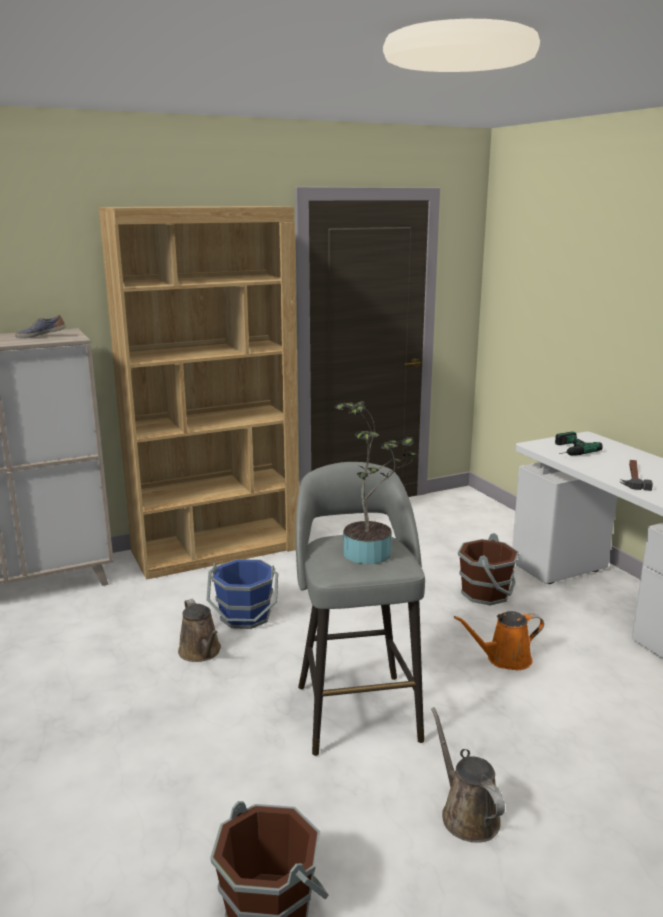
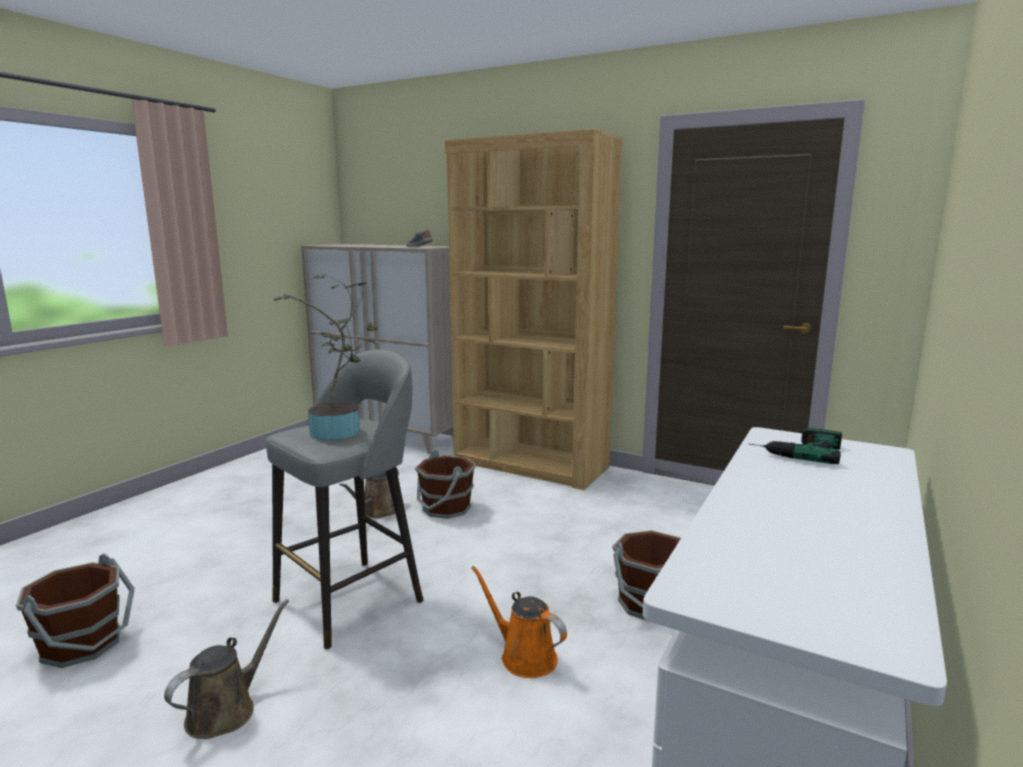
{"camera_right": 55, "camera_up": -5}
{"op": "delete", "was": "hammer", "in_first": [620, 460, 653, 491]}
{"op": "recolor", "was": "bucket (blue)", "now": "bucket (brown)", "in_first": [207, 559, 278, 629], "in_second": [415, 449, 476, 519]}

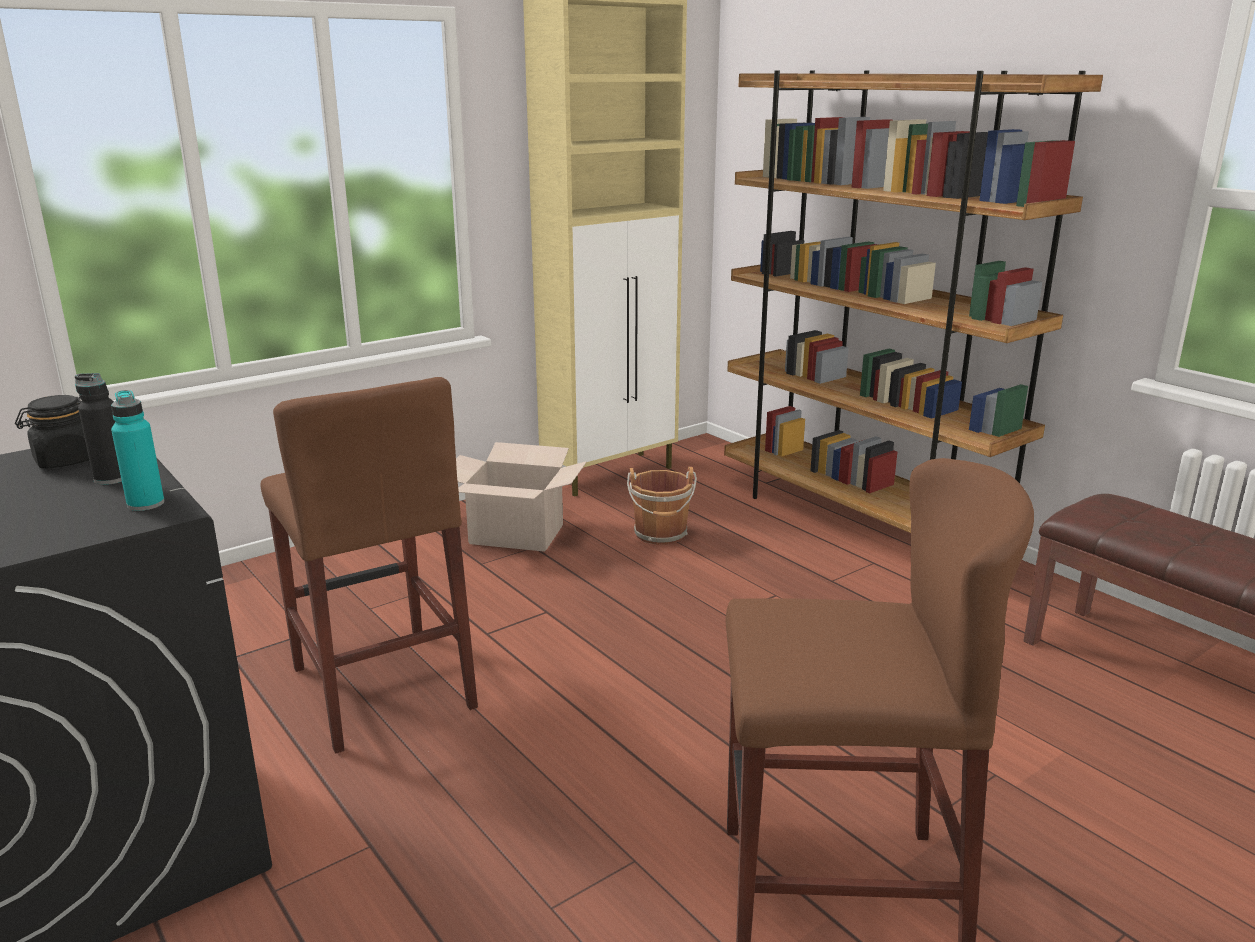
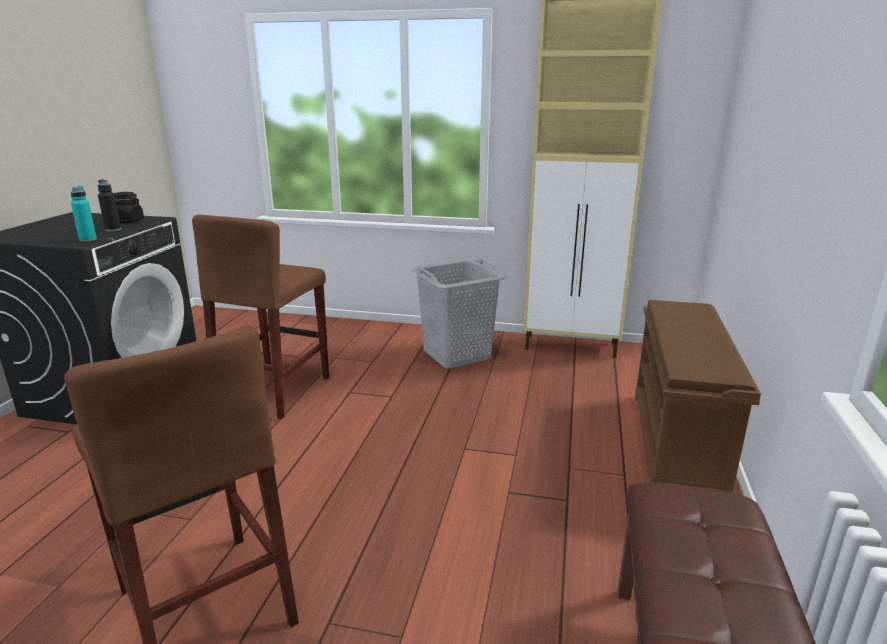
{"camera_right": 50, "camera_up": 0}
{"op": "replace", "was": "bookcase (brown)", "now": "shoe rack (brown)", "in_first": [724, 70, 1103, 533], "in_second": [635, 300, 761, 492]}
{"op": "replace", "was": "cardboard box", "now": "laundry basket (grey)", "in_first": [456, 442, 587, 552], "in_second": [411, 259, 506, 369]}
{"op": "delete", "was": "bucket (brown)", "in_first": [627, 467, 697, 545]}

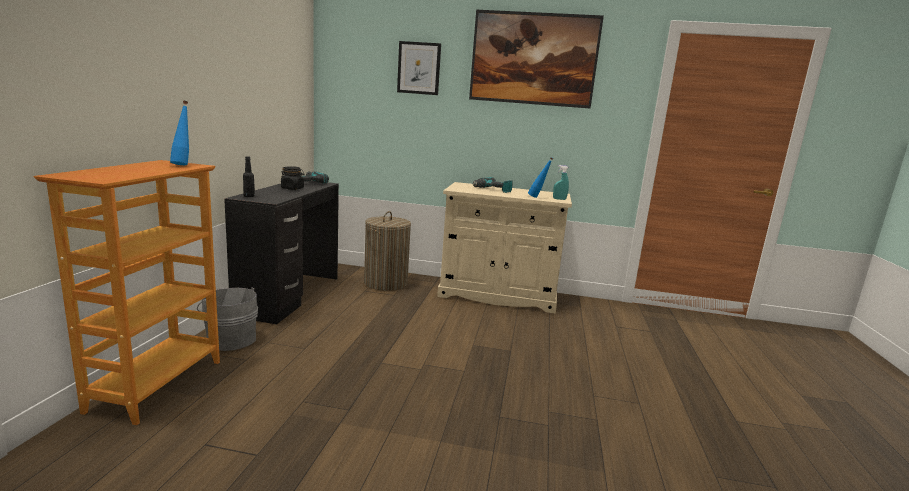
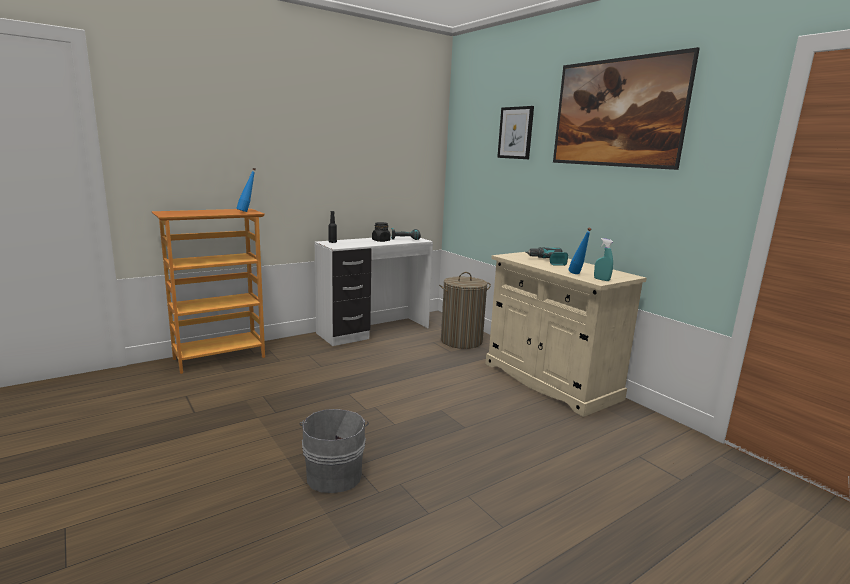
{"camera_right": 45, "camera_up": 0}
{"op": "recolor", "was": "desk (black)", "now": "desk (white)", "in_first": [224, 181, 339, 325], "in_second": [315, 236, 433, 346]}
{"op": "move", "was": "bucket (grey)", "in_first": [197, 288, 258, 351], "in_second": [299, 409, 369, 493]}

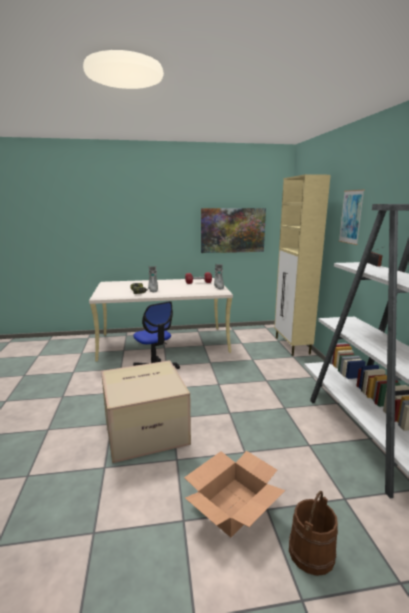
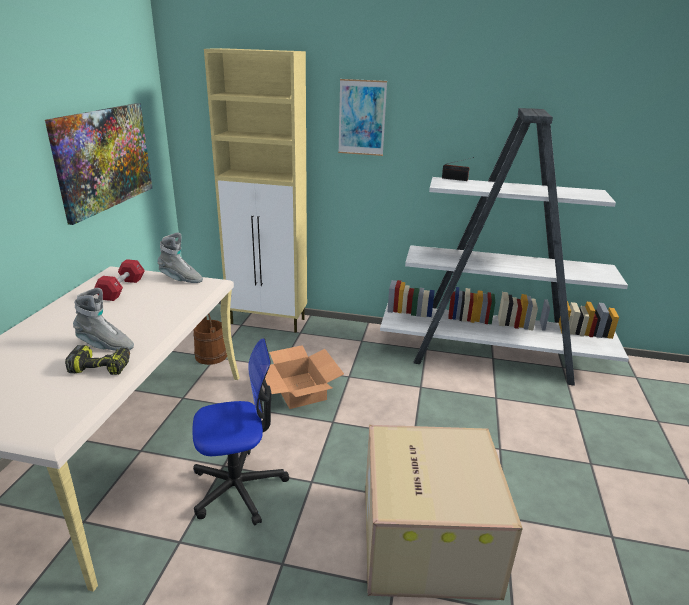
{"camera_right": -70, "camera_up": 10}
{"op": "move", "was": "cardboard box", "in_first": [184, 451, 285, 537], "in_second": [265, 345, 344, 409]}
{"op": "move", "was": "bucket (brown)", "in_first": [289, 491, 338, 576], "in_second": [193, 313, 227, 365]}

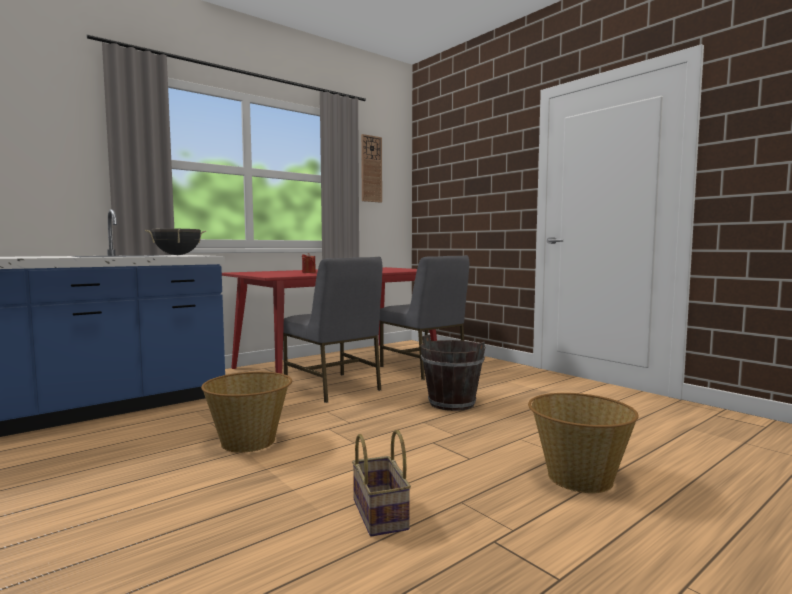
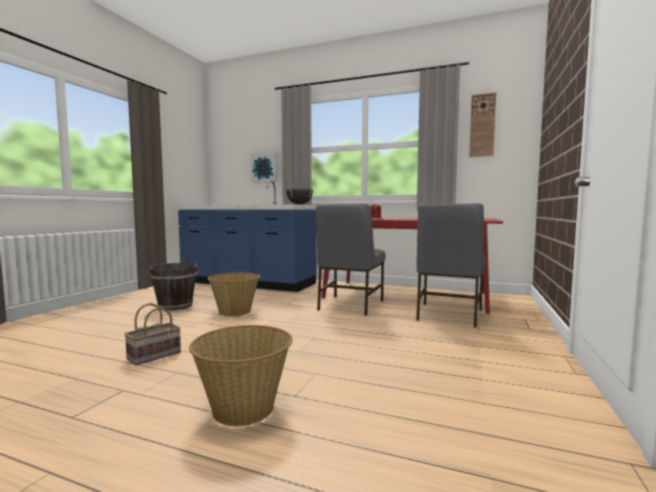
{"camera_right": 60, "camera_up": 0}
{"op": "move", "was": "bucket (brown)", "in_first": [420, 335, 486, 411], "in_second": [149, 258, 198, 310]}
{"op": "insert", "now": "picture", "in_second": [251, 152, 278, 183]}

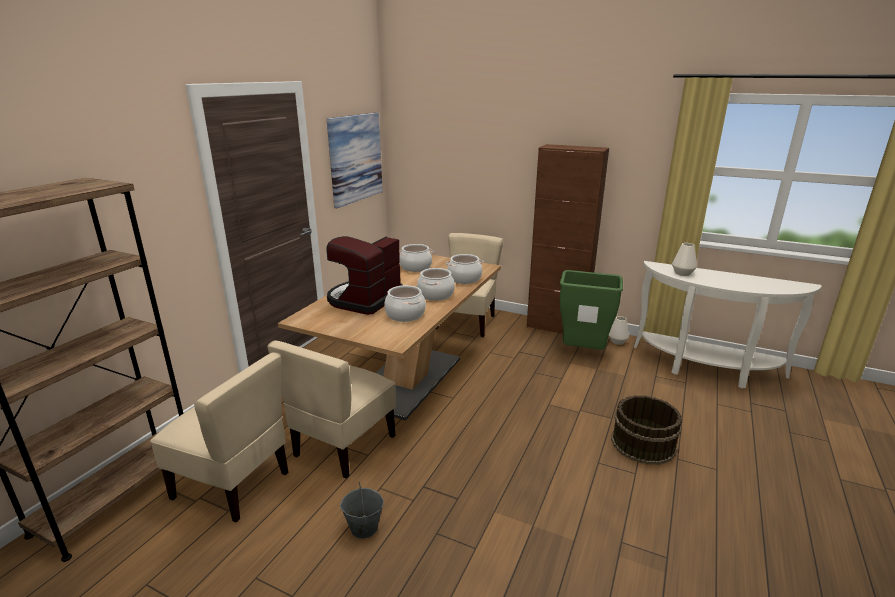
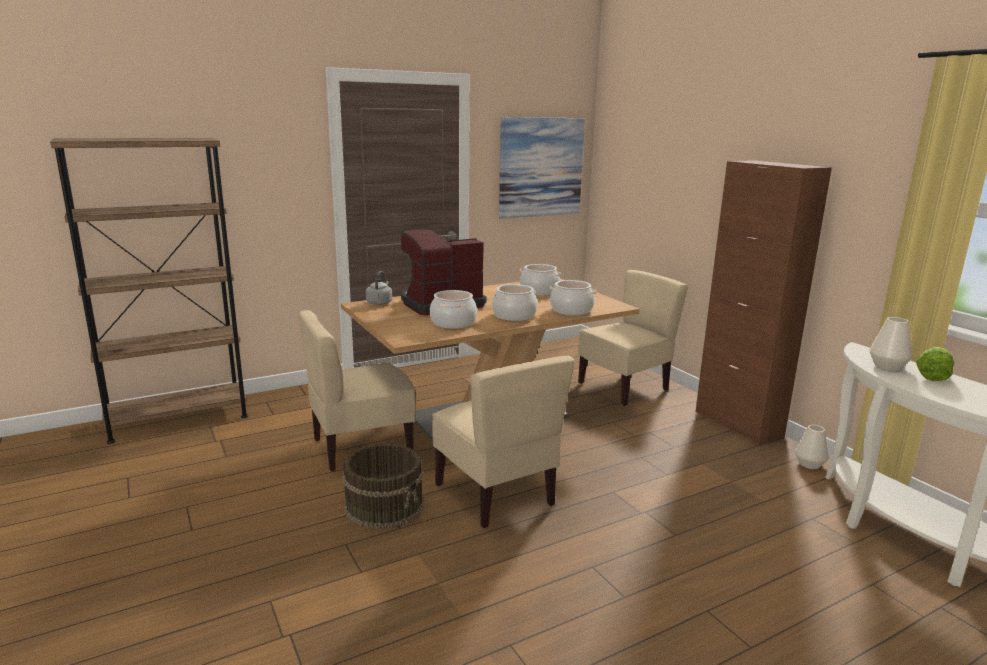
{"camera_right": 35, "camera_up": -5}
{"op": "delete", "was": "trash can (green)", "in_first": [560, 270, 623, 350]}
{"op": "move", "was": "chair (beige)", "in_first": [150, 352, 288, 523], "in_second": [432, 356, 575, 528]}
{"op": "move", "was": "bucket (brown)", "in_first": [611, 395, 682, 465], "in_second": [342, 443, 424, 529]}
{"op": "delete", "was": "bucket (grey)", "in_first": [340, 482, 384, 539]}
{"op": "insert", "now": "kettle (grey)", "in_second": [365, 271, 392, 305]}
{"op": "insert", "now": "lettuce", "in_second": [916, 347, 954, 381]}

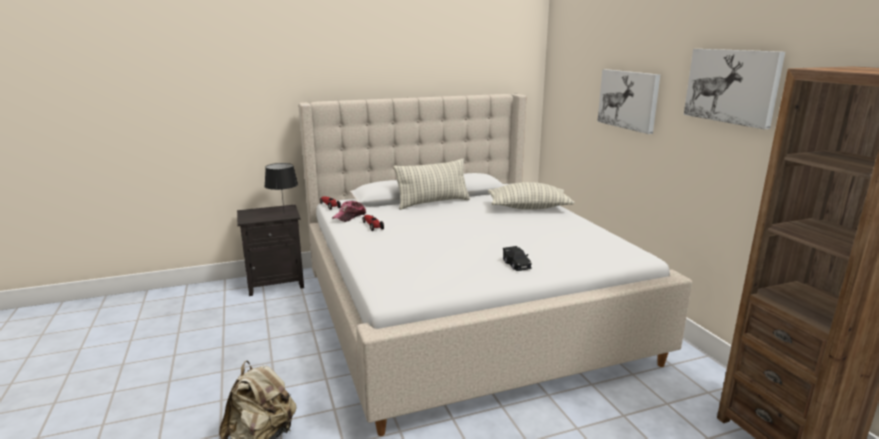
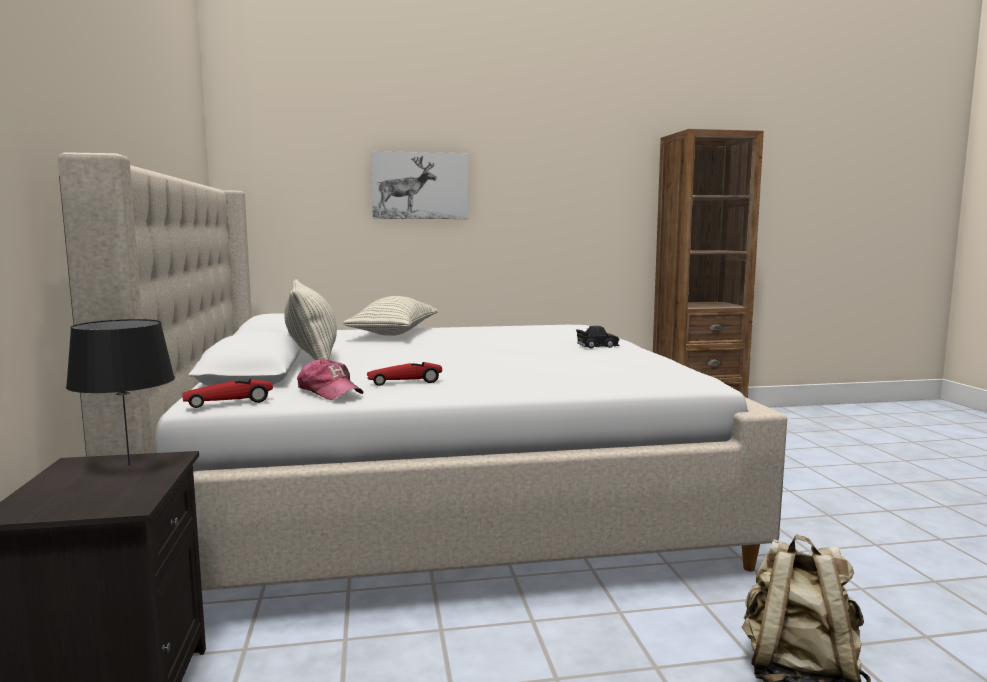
{"camera_right": -80, "camera_up": -10}
{"op": "delete", "was": "picture", "in_first": [684, 49, 785, 130]}

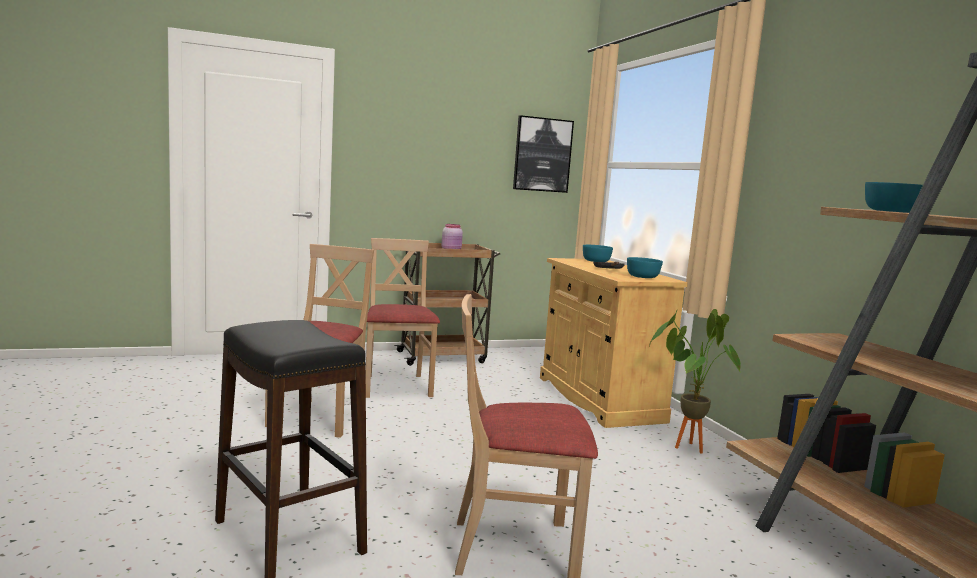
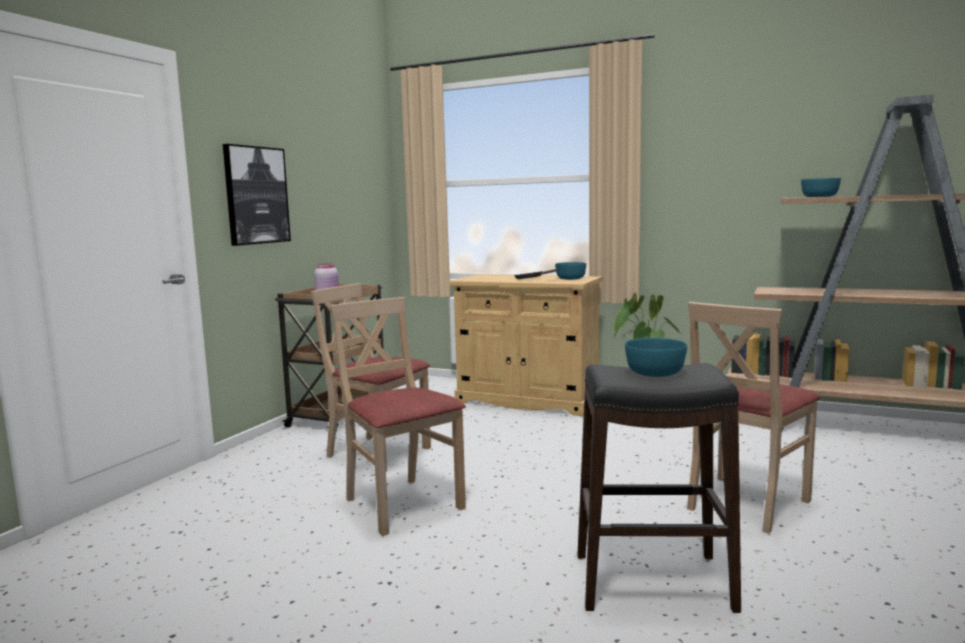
{"camera_right": -45, "camera_up": 0}
{"op": "move", "was": "picture", "in_first": [513, 115, 574, 193], "in_second": [223, 144, 291, 246]}
{"op": "move", "was": "bowl (turquoise)", "in_first": [583, 245, 613, 262], "in_second": [625, 338, 687, 377]}

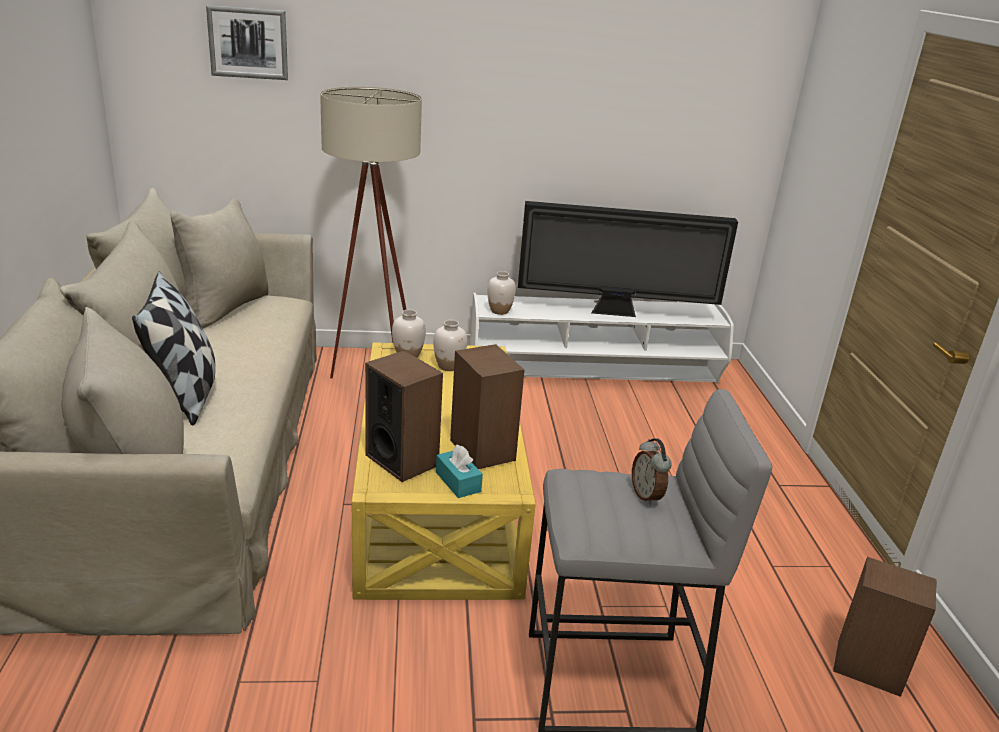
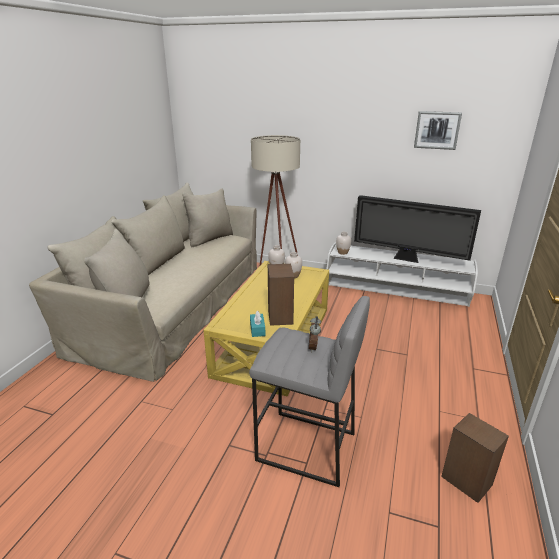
{"camera_right": 25, "camera_up": 0}
{"op": "move", "was": "picture", "in_first": [206, 5, 288, 80], "in_second": [414, 111, 462, 150]}
{"op": "delete", "was": "pillow", "in_first": [132, 271, 216, 425]}
{"op": "delete", "was": "speaker", "in_first": [365, 350, 443, 482]}

